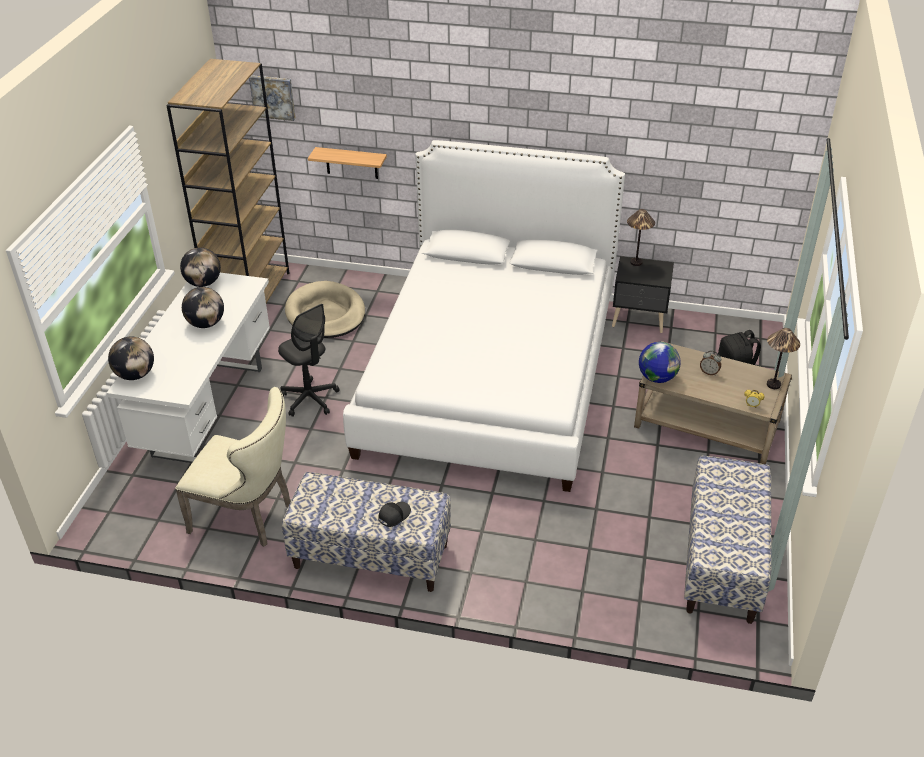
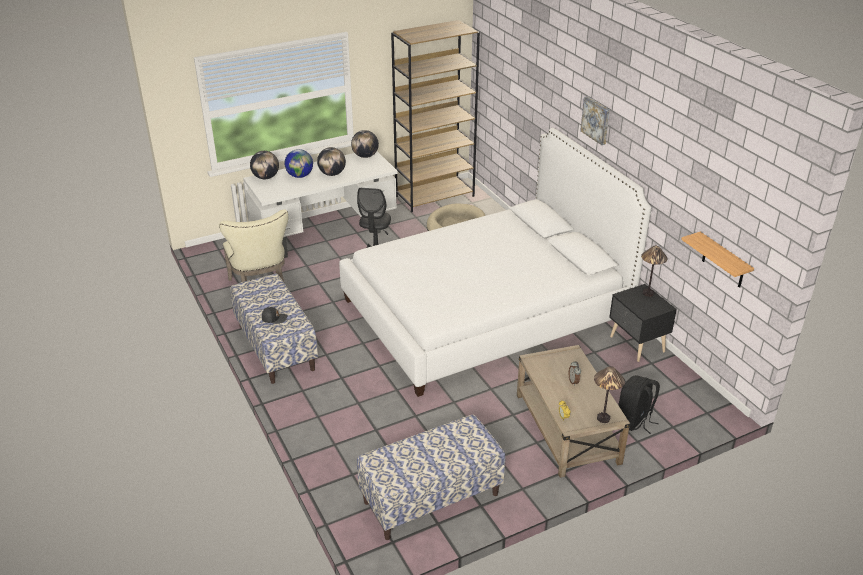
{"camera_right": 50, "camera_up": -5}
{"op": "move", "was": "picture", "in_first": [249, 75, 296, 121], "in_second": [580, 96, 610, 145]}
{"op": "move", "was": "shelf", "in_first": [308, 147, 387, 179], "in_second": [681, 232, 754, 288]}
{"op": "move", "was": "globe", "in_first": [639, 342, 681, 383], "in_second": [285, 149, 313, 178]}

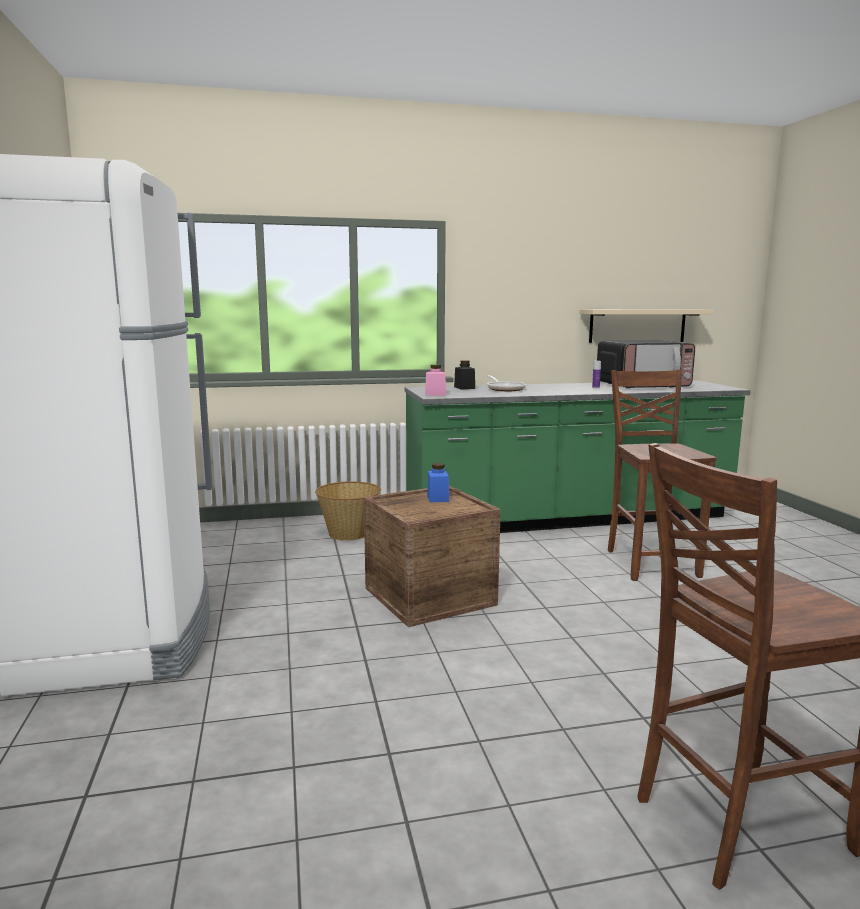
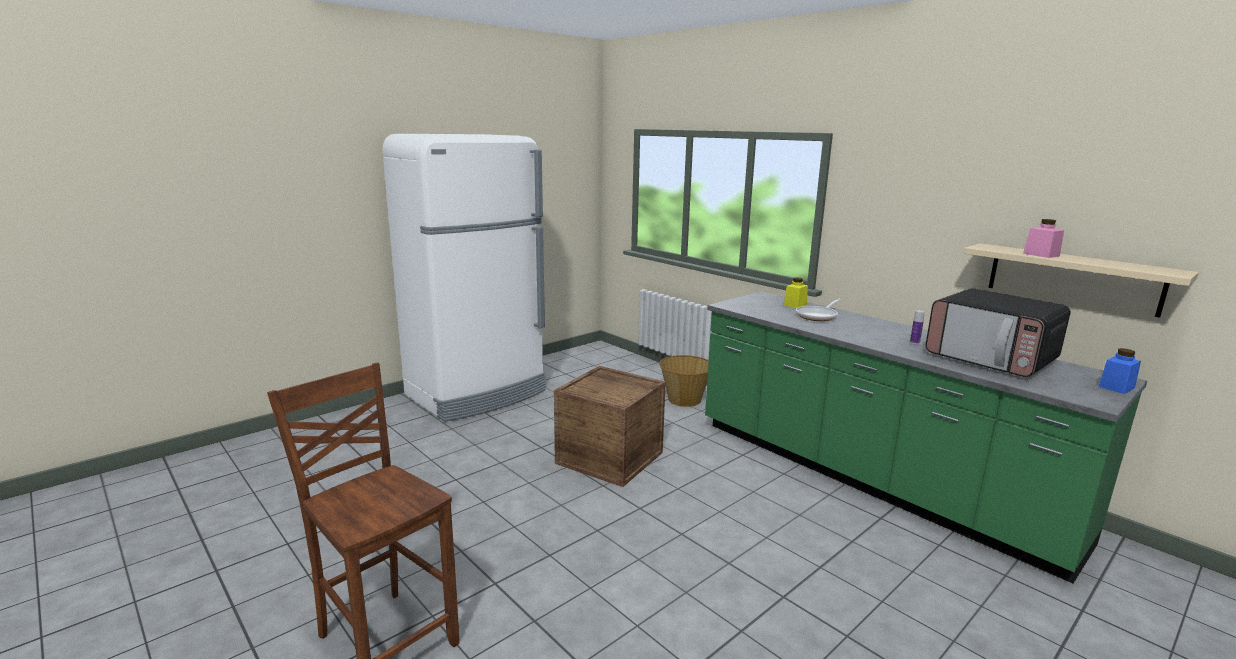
{"camera_right": 60, "camera_up": 5}
{"op": "recolor", "was": "jar (black)", "now": "jar (yellow)", "in_first": [454, 360, 475, 389], "in_second": [784, 277, 808, 308]}
{"op": "move", "was": "jar (pink)", "in_first": [425, 365, 446, 396], "in_second": [1023, 219, 1064, 258]}
{"op": "delete", "was": "chair (brown)", "in_first": [608, 369, 716, 581]}
{"op": "move", "was": "jar (blue)", "in_first": [427, 463, 449, 502], "in_second": [1098, 348, 1141, 394]}

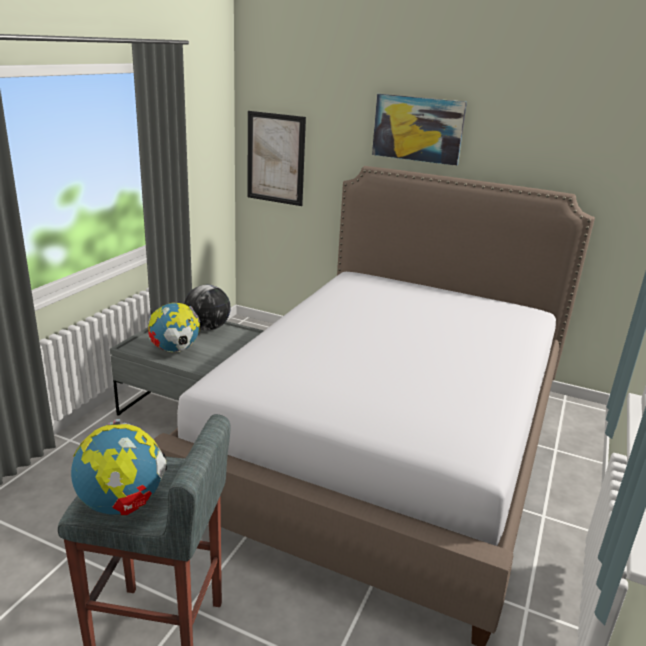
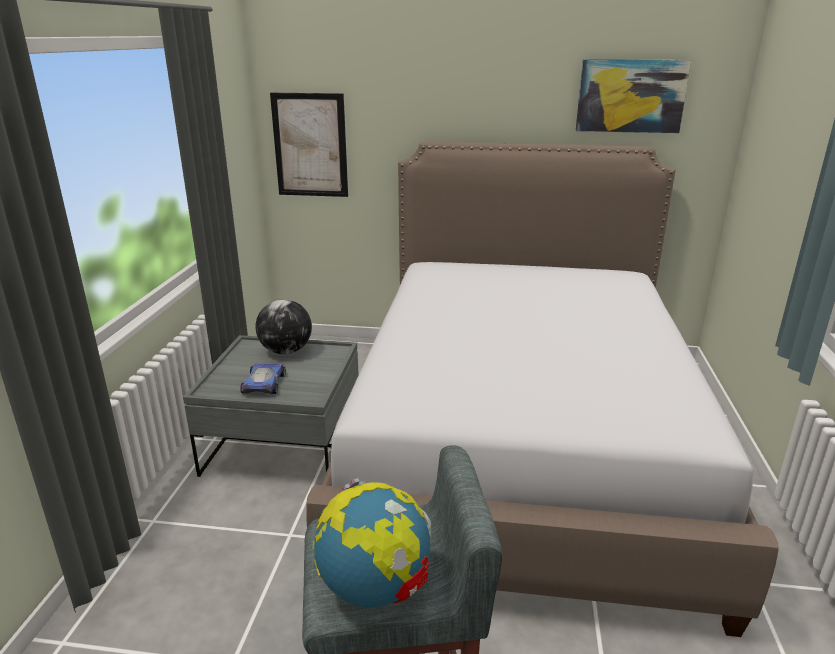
{"camera_right": -15, "camera_up": 0}
{"op": "move", "was": "picture", "in_first": [372, 94, 467, 166], "in_second": [576, 59, 691, 133]}
{"op": "replace", "was": "globe", "now": "toy car", "in_first": [148, 303, 200, 352], "in_second": [240, 364, 286, 394]}

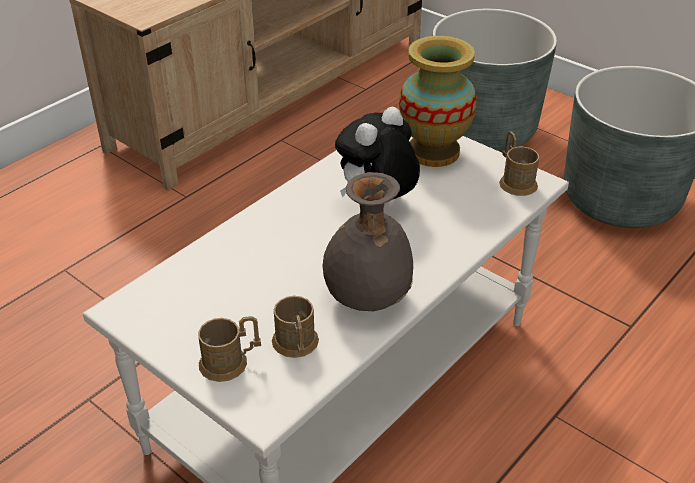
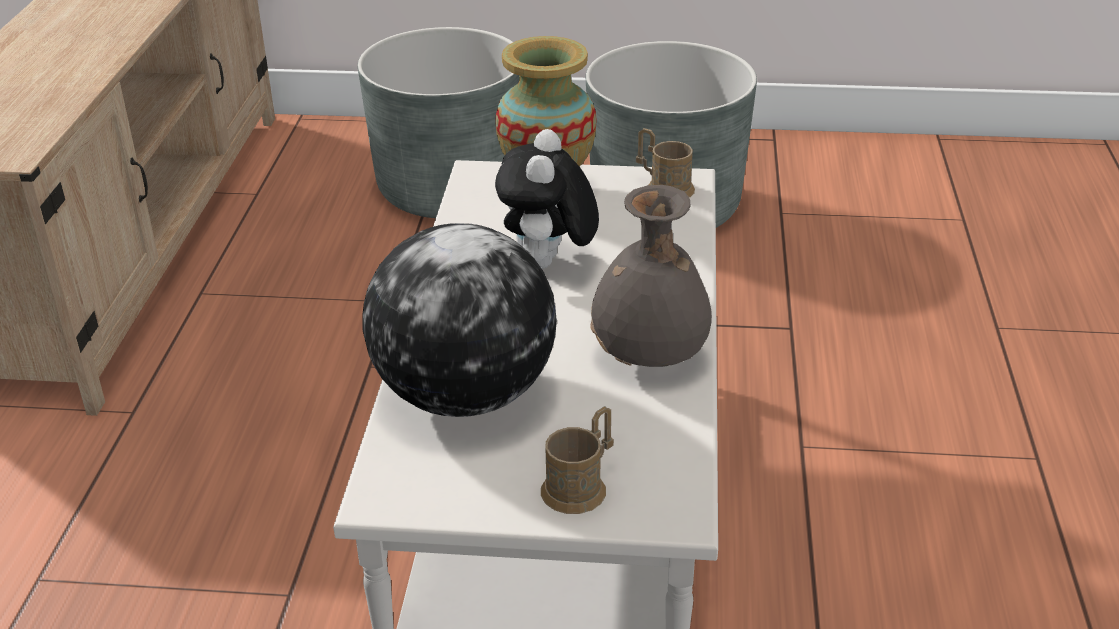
{"camera_right": -35, "camera_up": -5}
{"op": "delete", "was": "mug (brown)", "in_first": [272, 296, 319, 358]}
{"op": "insert", "now": "globe", "in_second": [363, 223, 557, 417]}

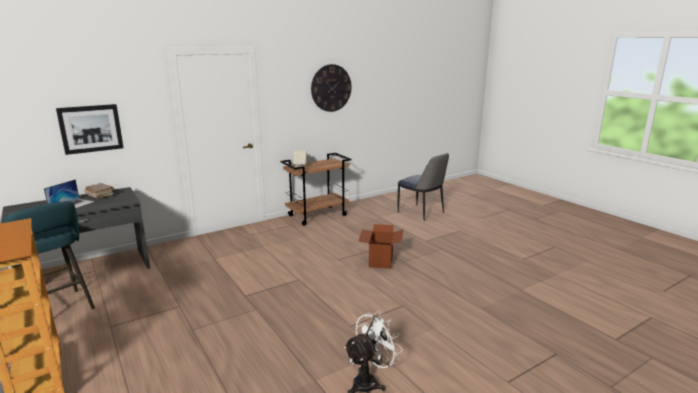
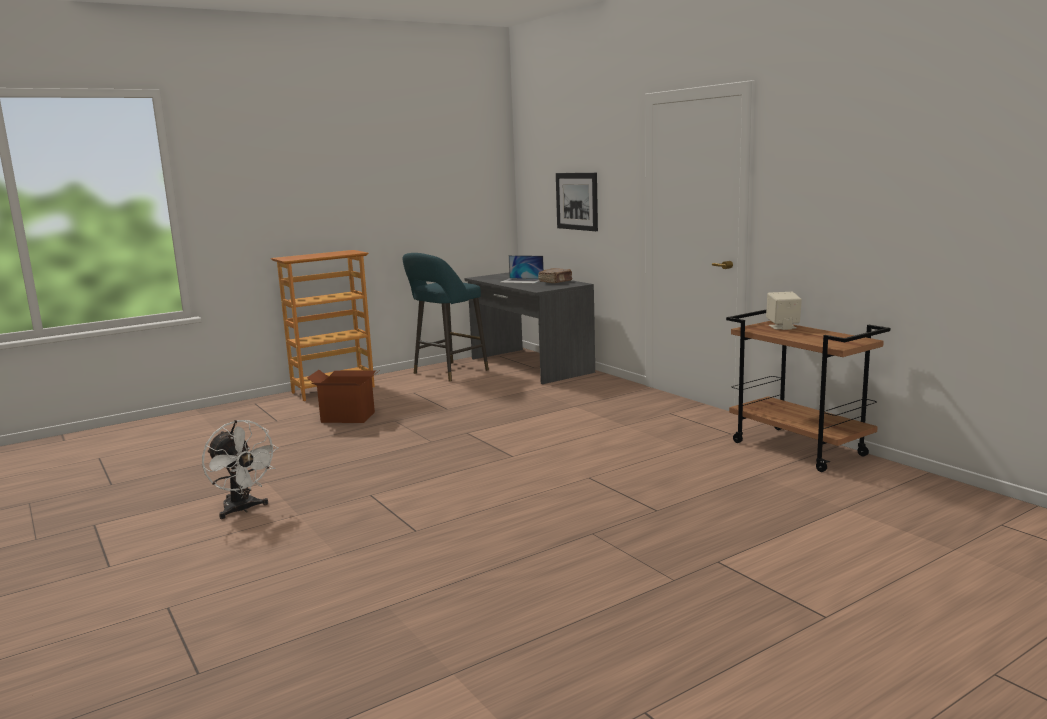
{"camera_right": 90, "camera_up": -5}
{"op": "delete", "was": "wall clock", "in_first": [311, 64, 351, 112]}
{"op": "delete", "was": "chair", "in_first": [398, 153, 449, 221]}
{"op": "move", "was": "cardboard box", "in_first": [358, 224, 403, 269], "in_second": [307, 370, 380, 423]}

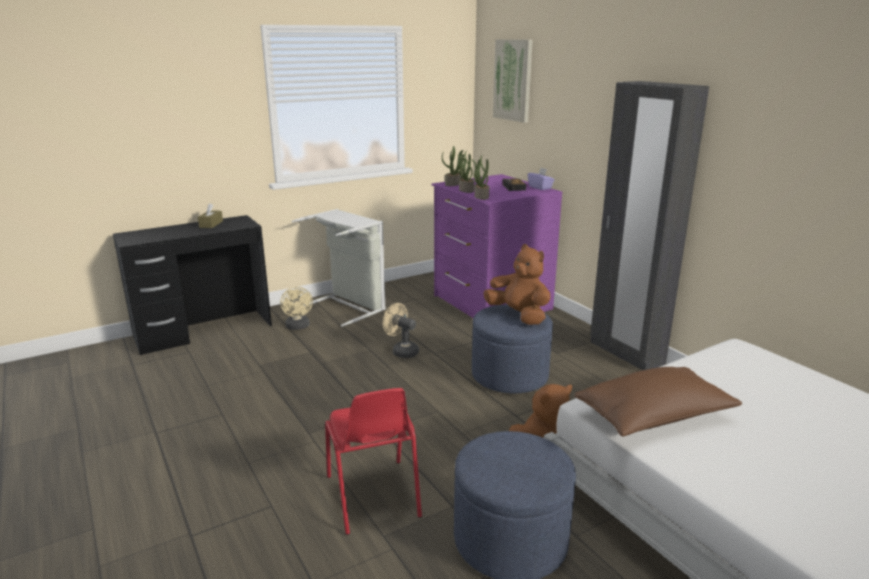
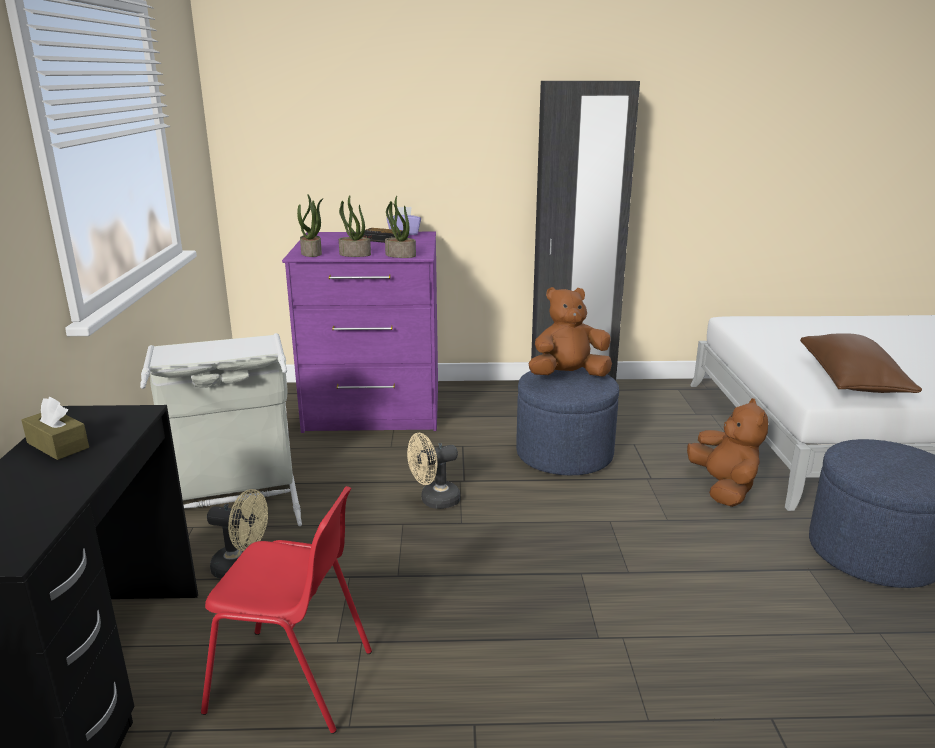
{"camera_right": -60, "camera_up": 0}
{"op": "delete", "was": "picture", "in_first": [493, 39, 533, 123]}
{"op": "move", "was": "chair (red)", "in_first": [325, 388, 422, 535], "in_second": [201, 486, 372, 734]}

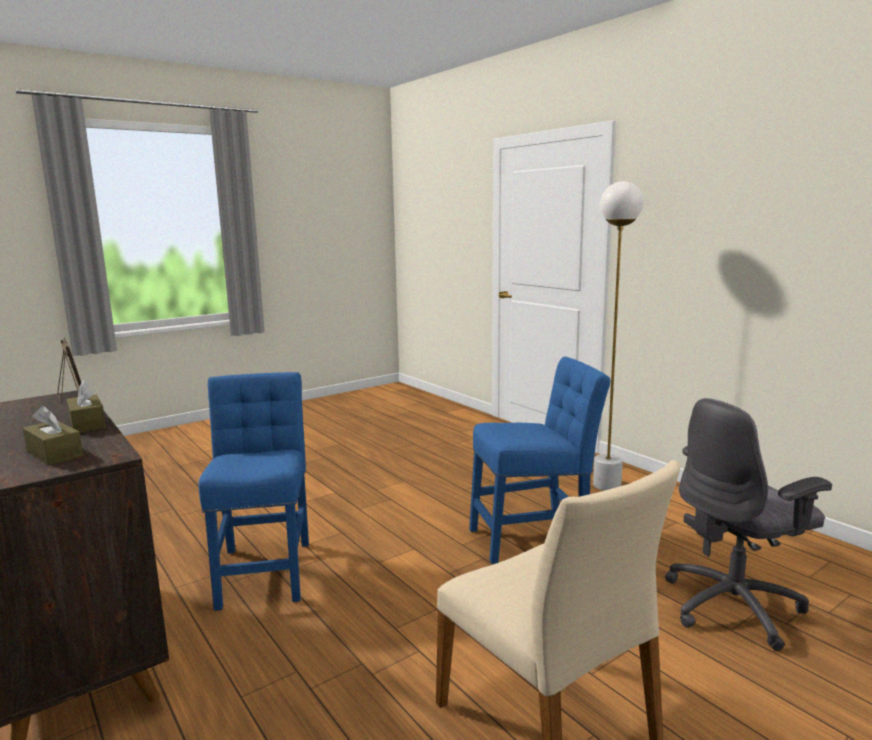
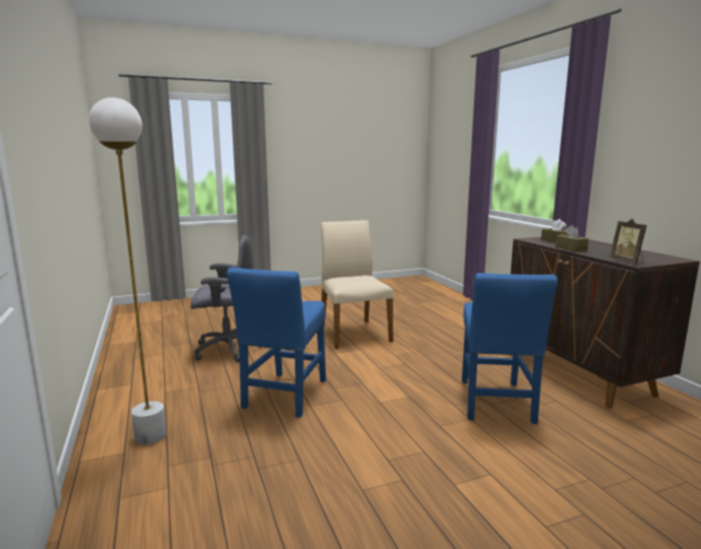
{"camera_right": -165, "camera_up": 0}
{"op": "rotate", "was": "chair (blue)", "in_first": [469, 357, 610, 564], "in_second": [227, 267, 326, 418], "clockwise": -75}

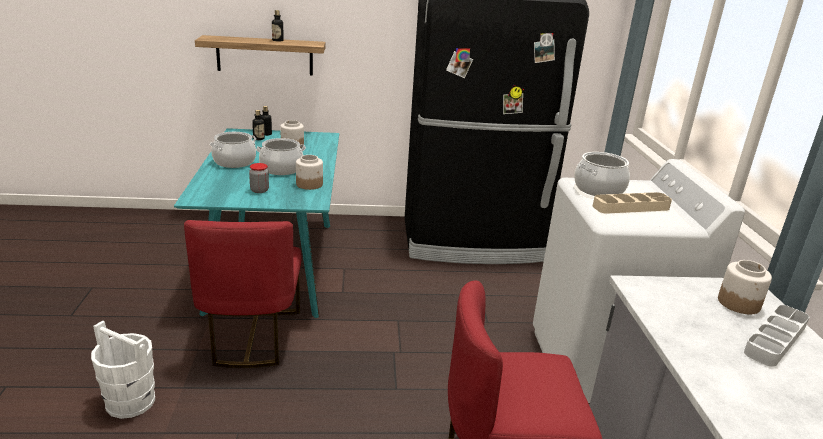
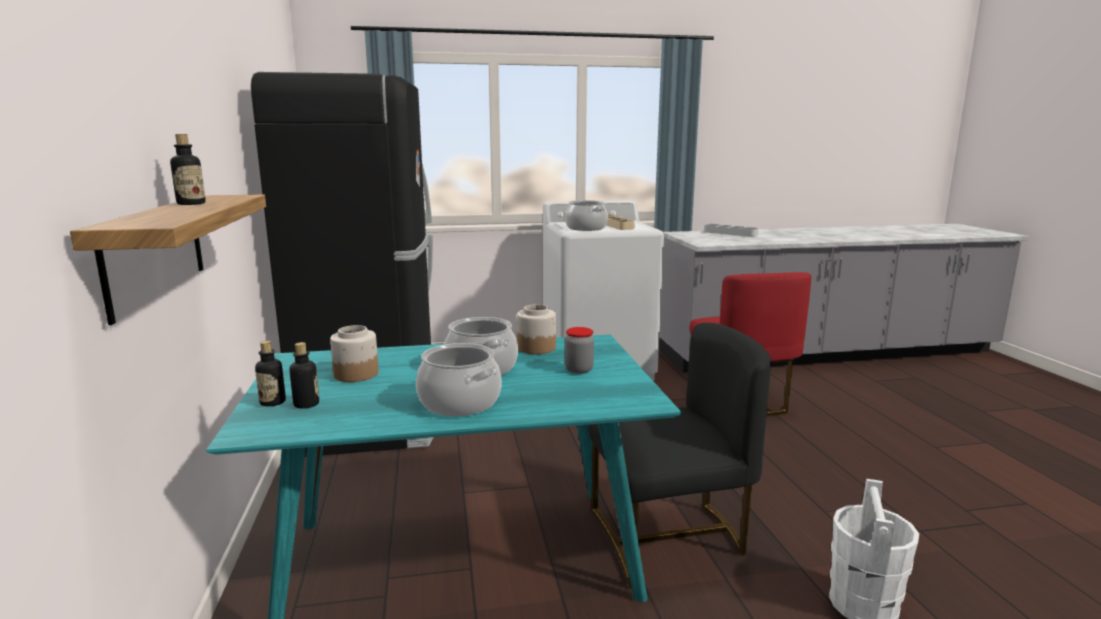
{"camera_right": -95, "camera_up": -10}
{"op": "recolor", "was": "chair (red)", "now": "chair (black)", "in_first": [184, 220, 301, 368], "in_second": [588, 323, 771, 588]}
{"op": "delete", "was": "jar", "in_first": [718, 260, 772, 314]}

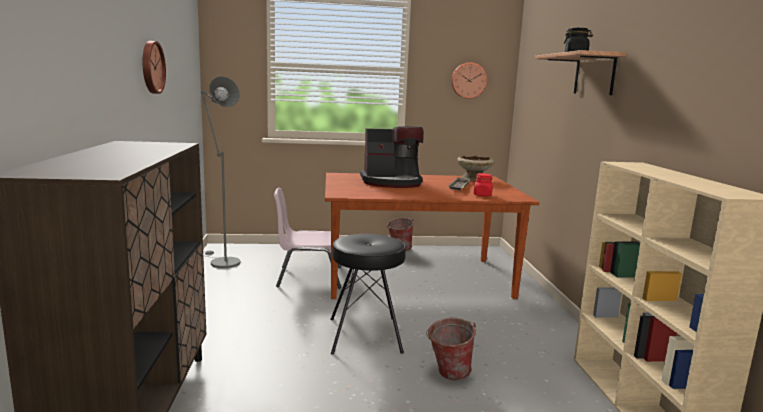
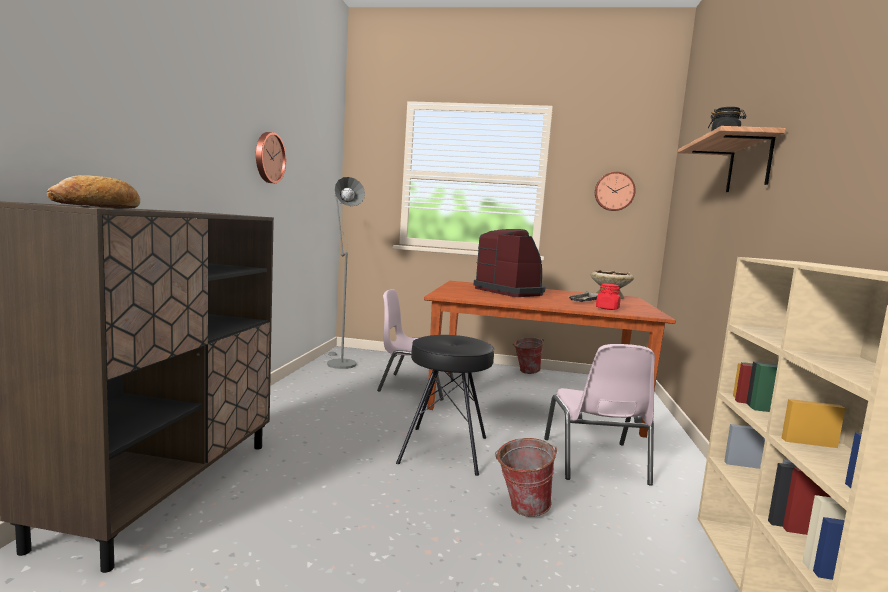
{"camera_right": 15, "camera_up": -5}
{"op": "rotate", "was": "coffee machine", "in_first": [360, 126, 424, 188], "in_second": [474, 229, 546, 297], "clockwise": -135}
{"op": "insert", "now": "bread", "in_second": [47, 175, 140, 208]}
{"op": "insert", "now": "chair (pink)", "in_second": [544, 344, 655, 486]}

